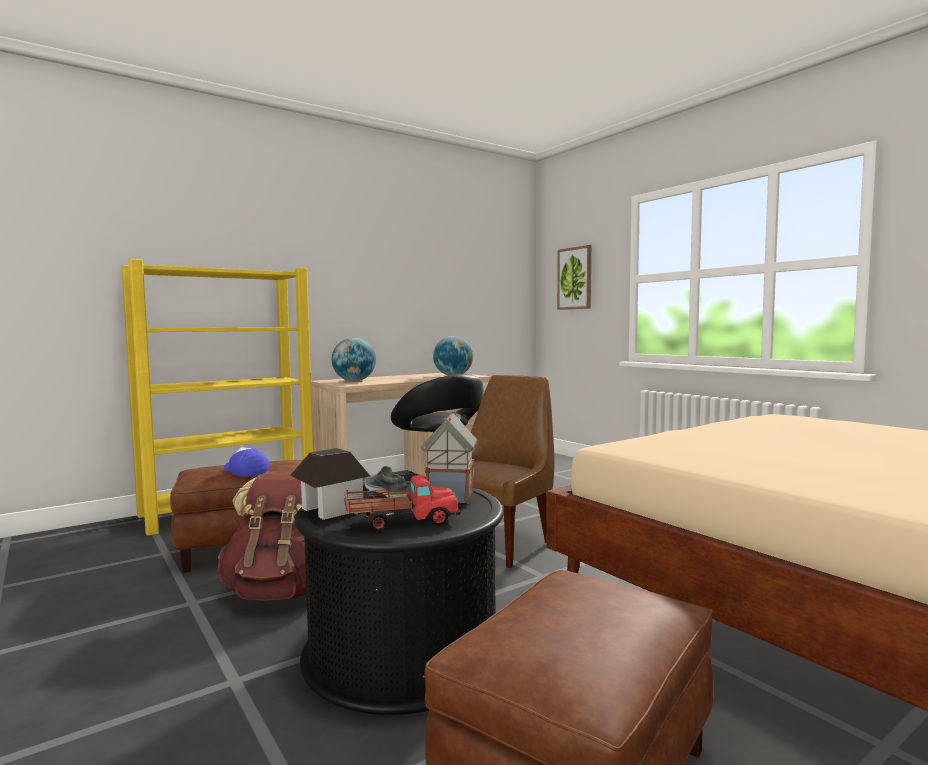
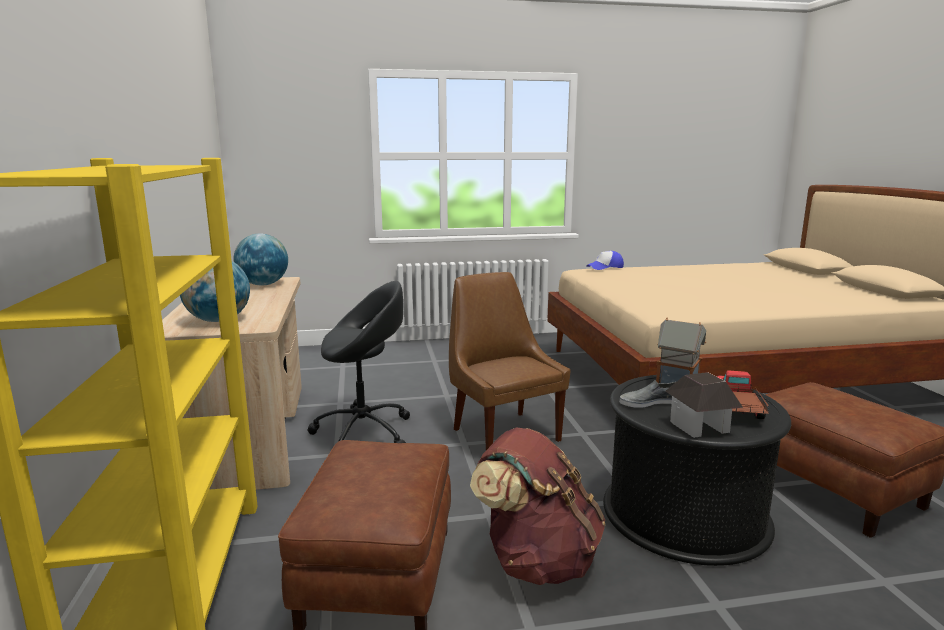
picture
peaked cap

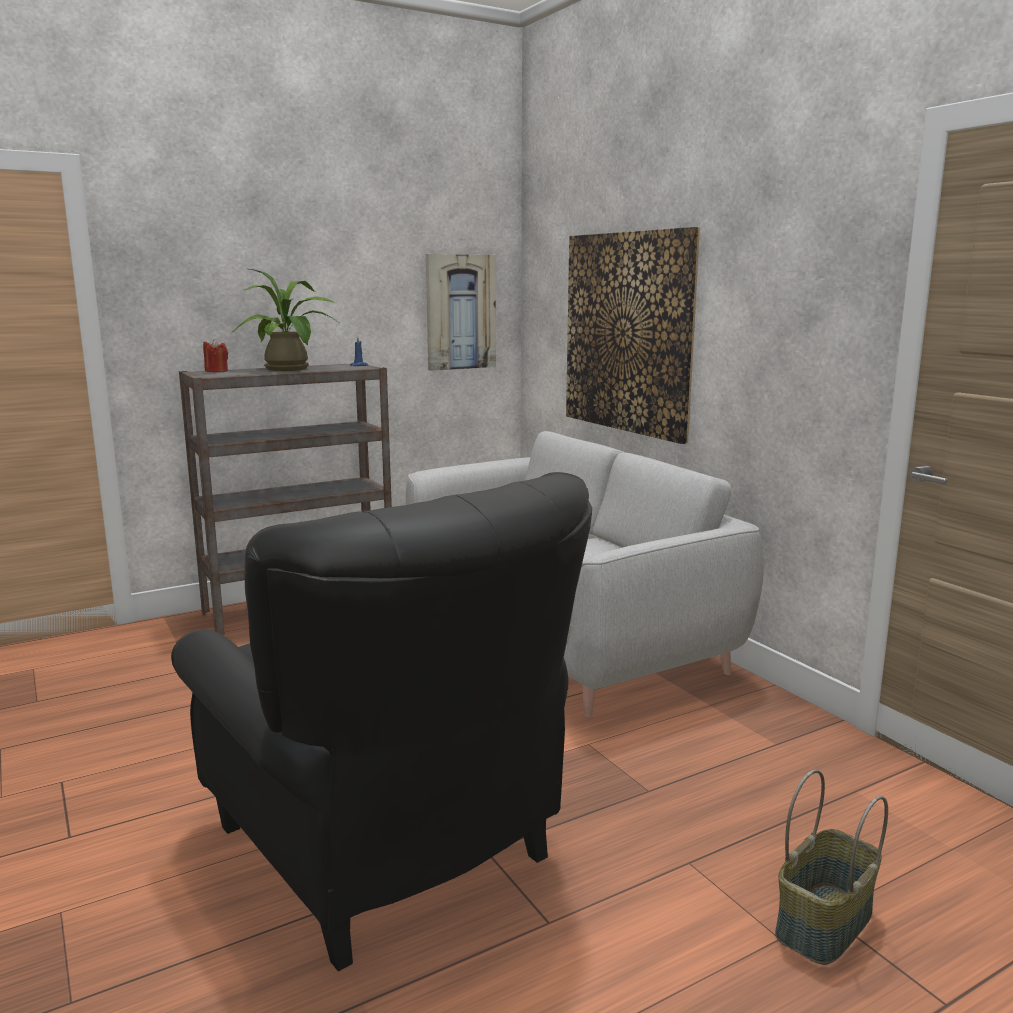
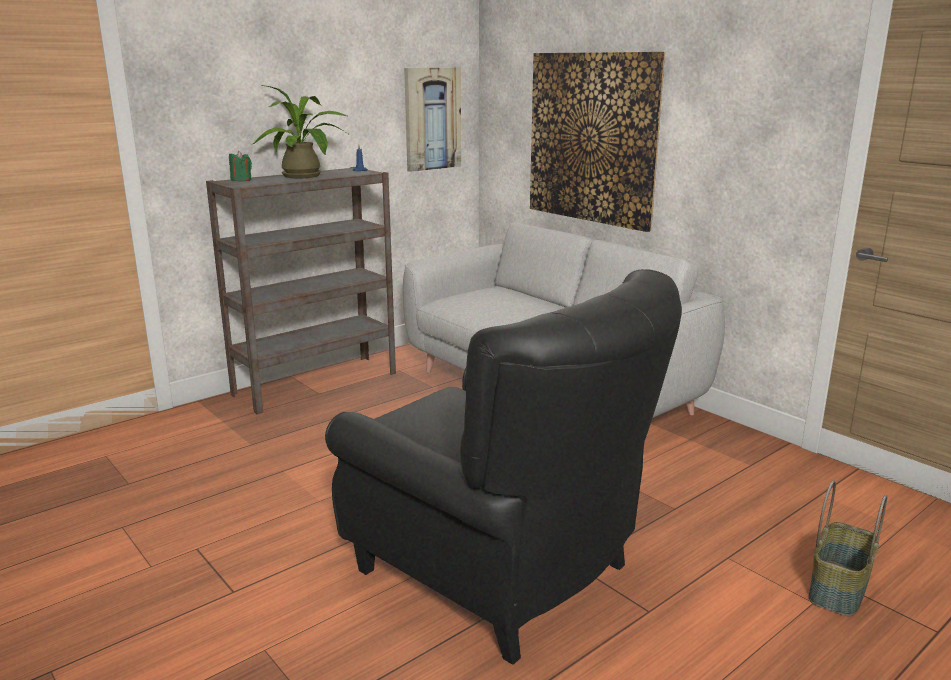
green-coloured candle

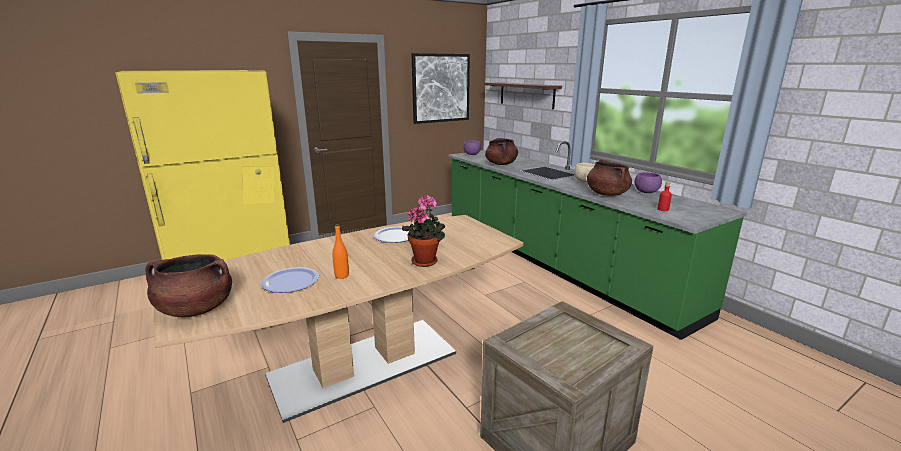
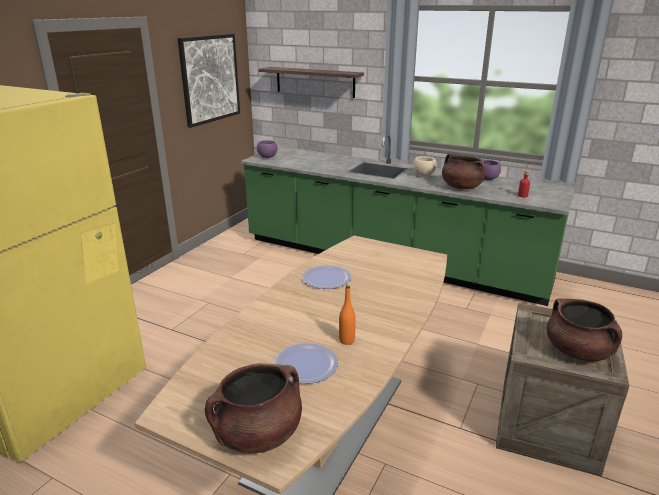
brownish cooking pot (no. 3 from left)
houseplant

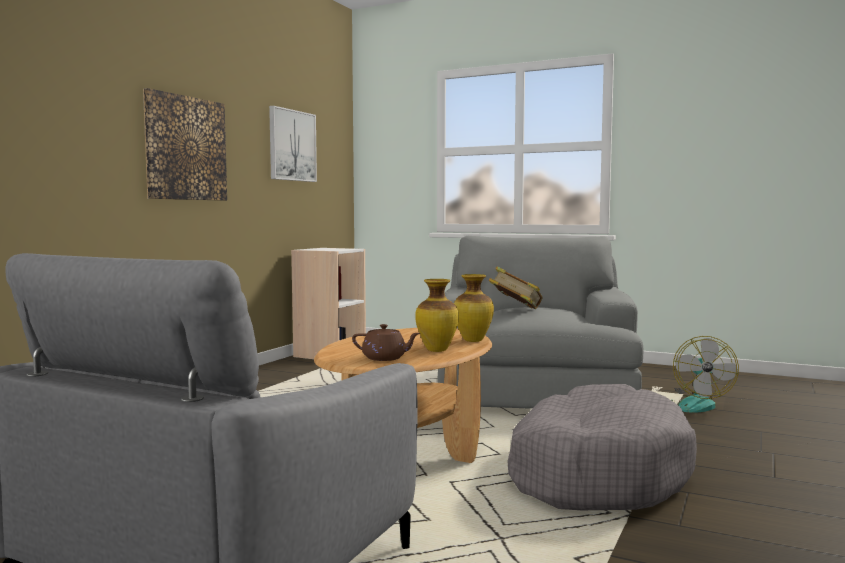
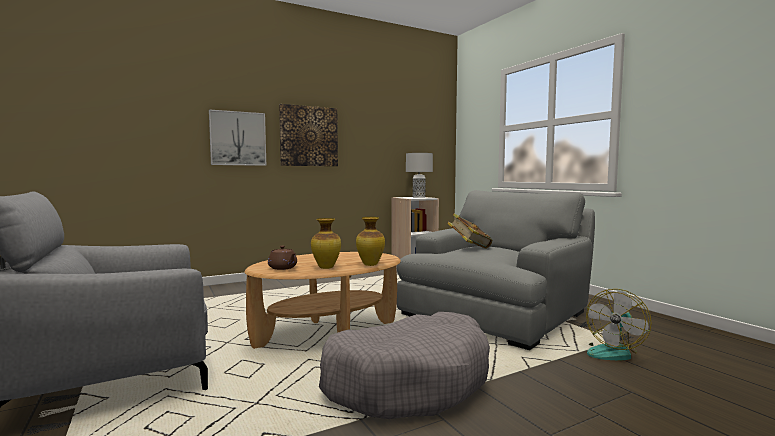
picture (no. 1 from left)
white-coloured table lamp

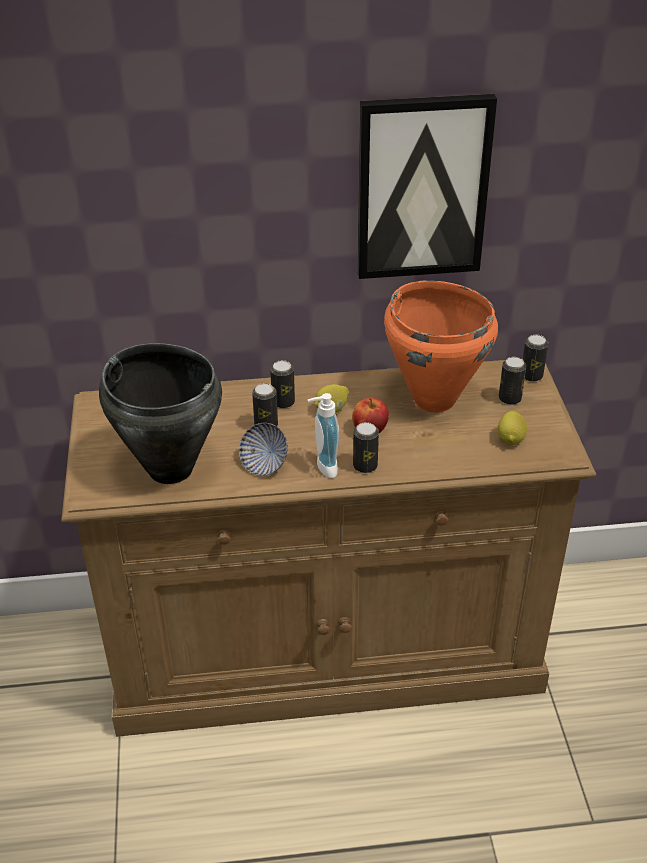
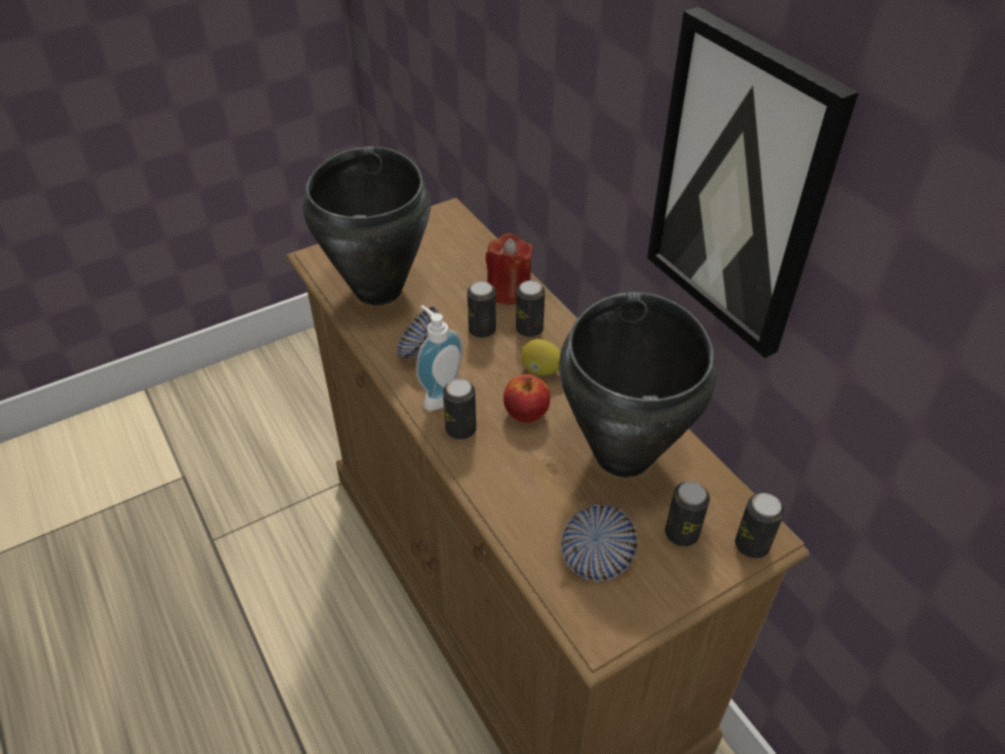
black cooking pot (no. 2 from left)
deep dish (no. 2 from left)
red candle

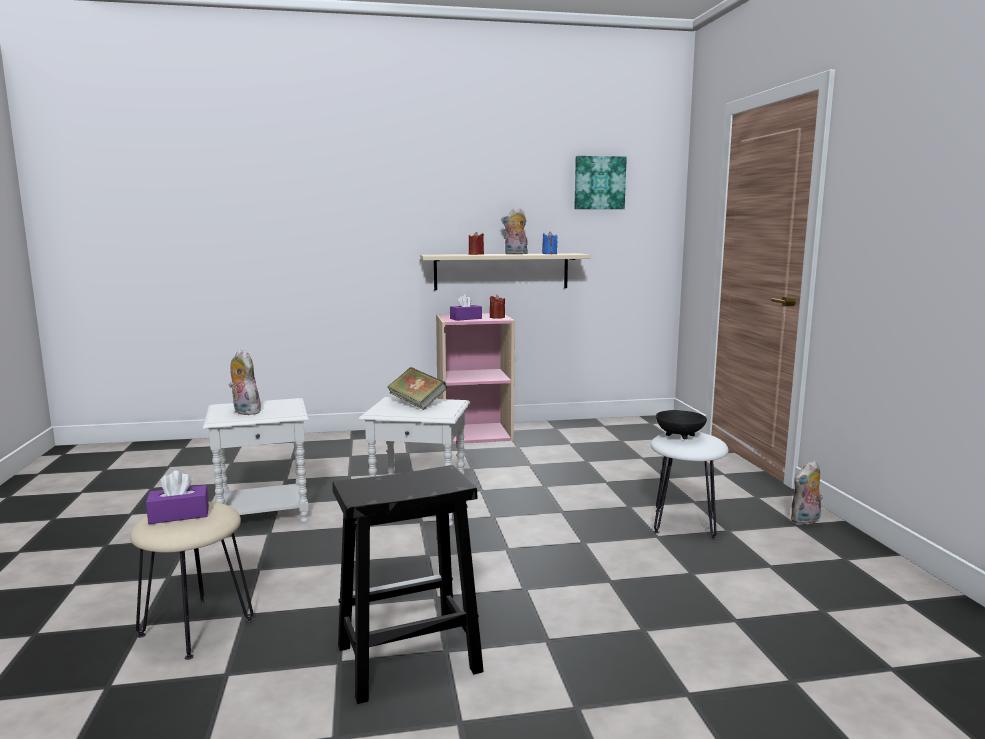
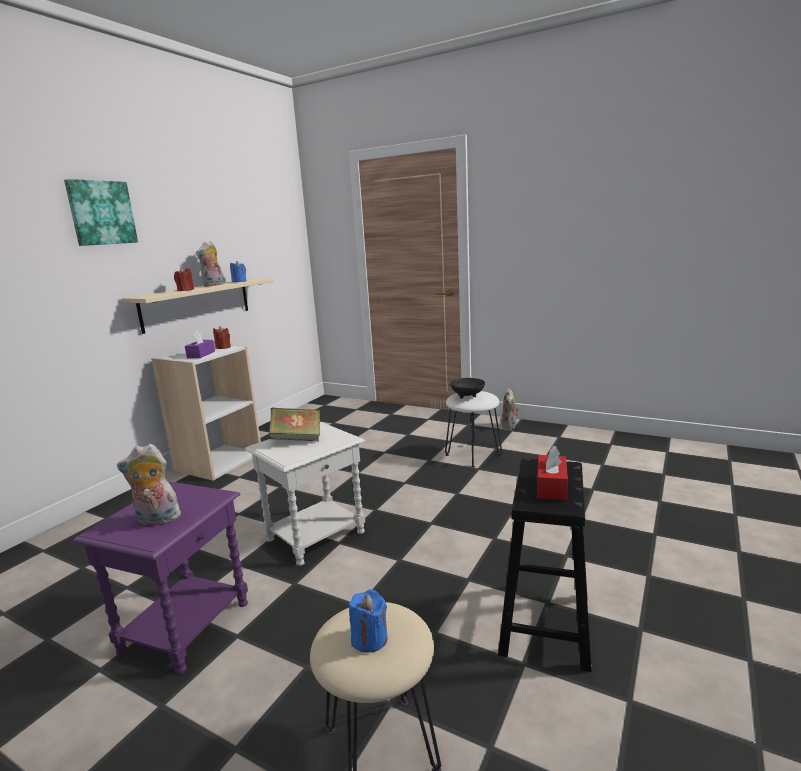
picture
white-coloured bookshelf
purple accent table
bluish candle (no. 2 from left)
red tissue box

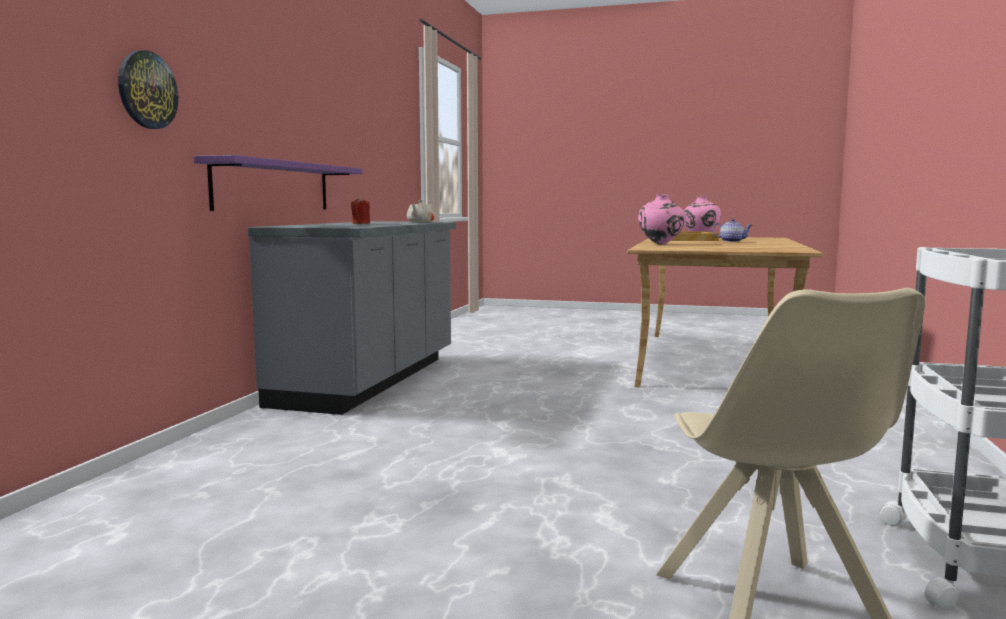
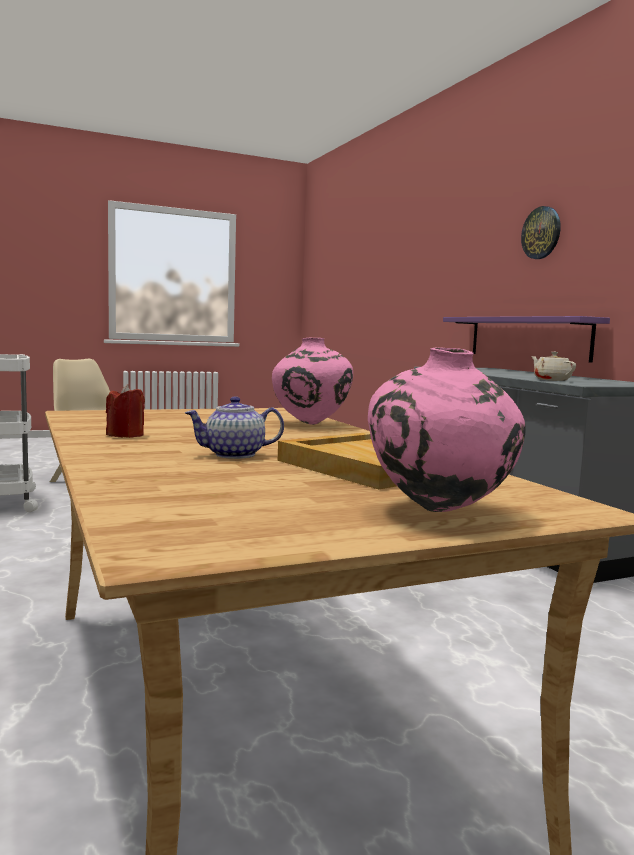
hanging clock
red candle

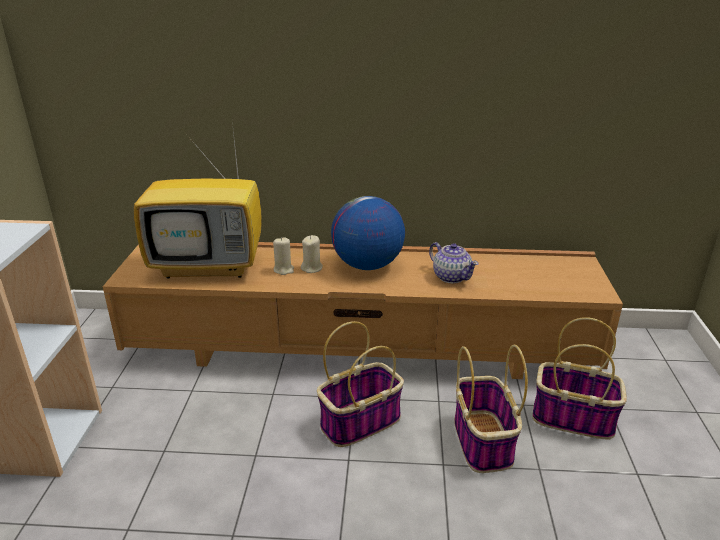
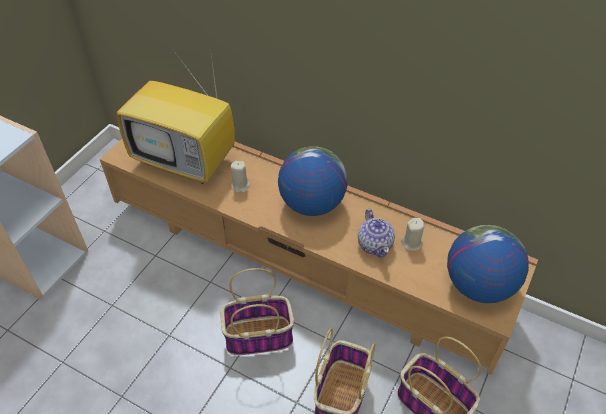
beige-coloured candle (no. 2 from left)
globe (no. 2 from left)

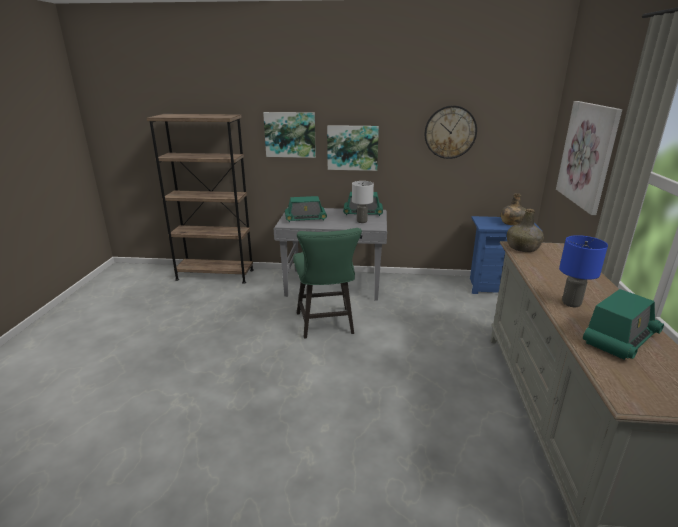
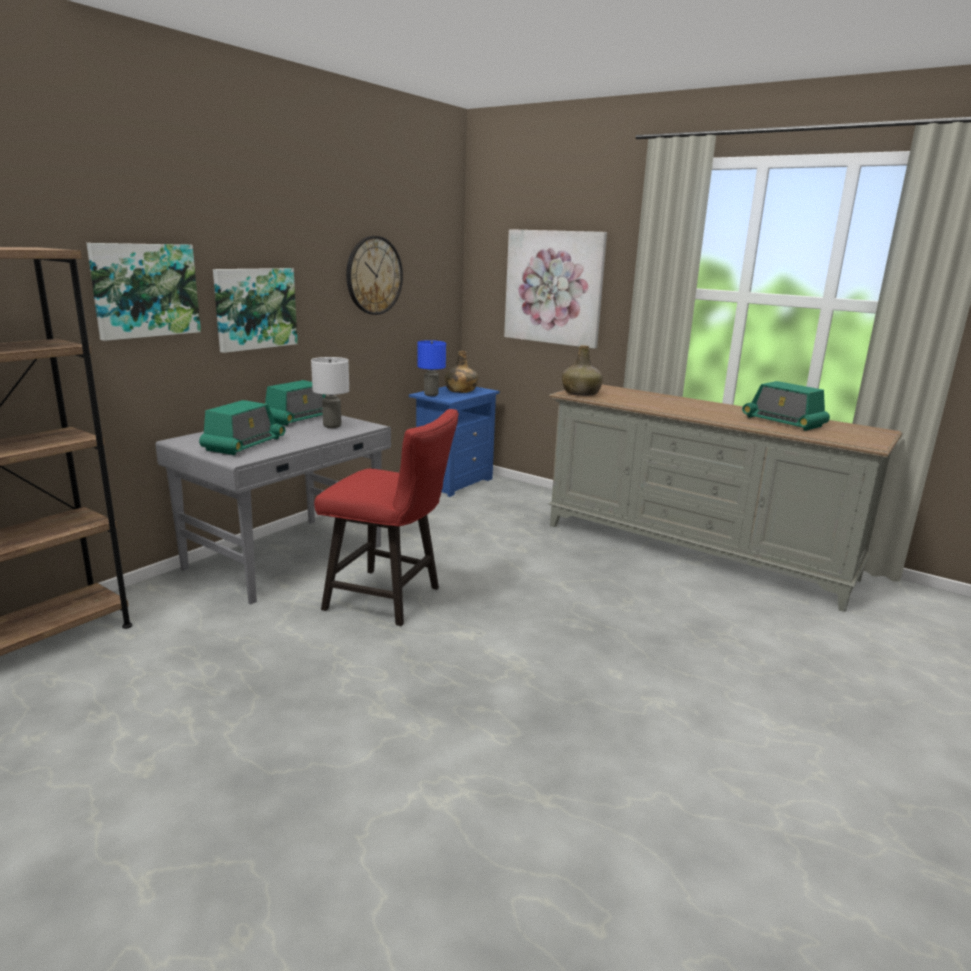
red chair
bluish table lamp
radio set (no. 3 from left)

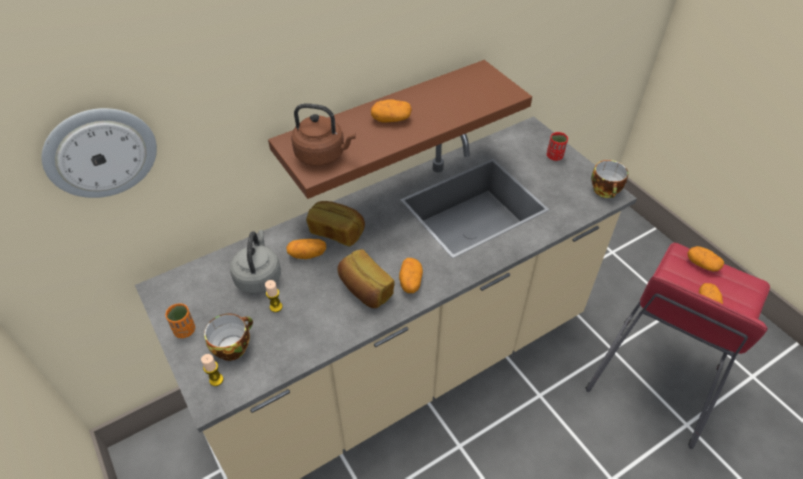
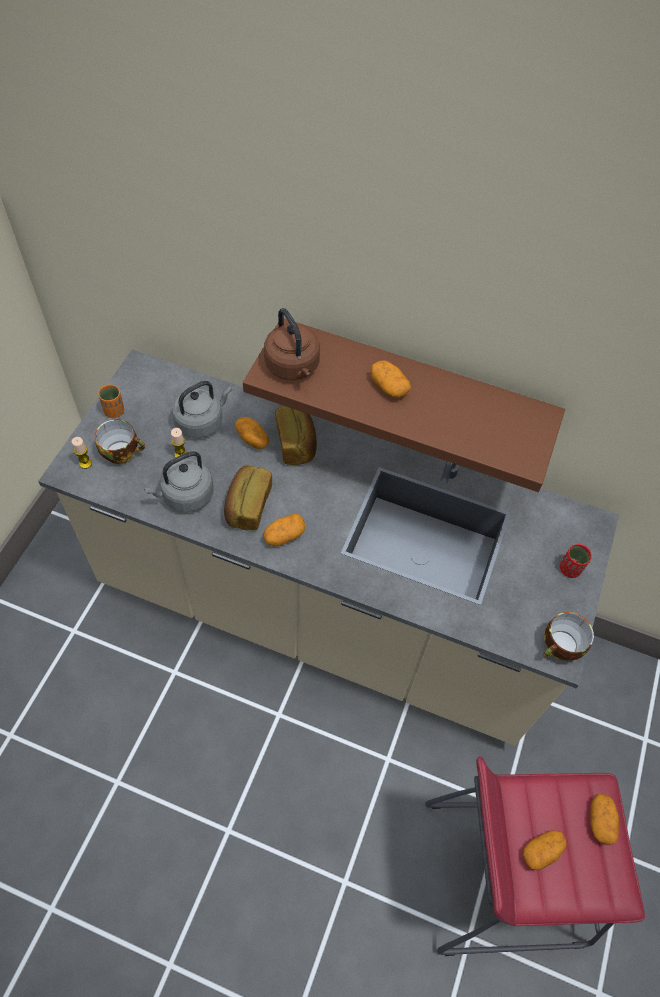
hanging clock
gray water kettle (no. 1 from left)

